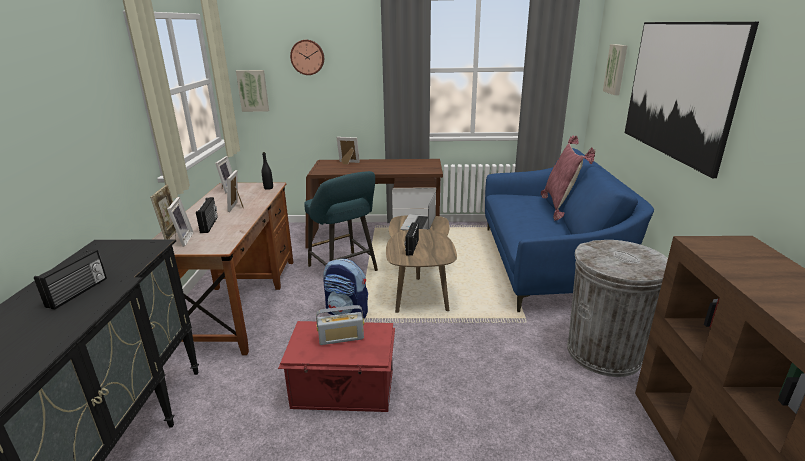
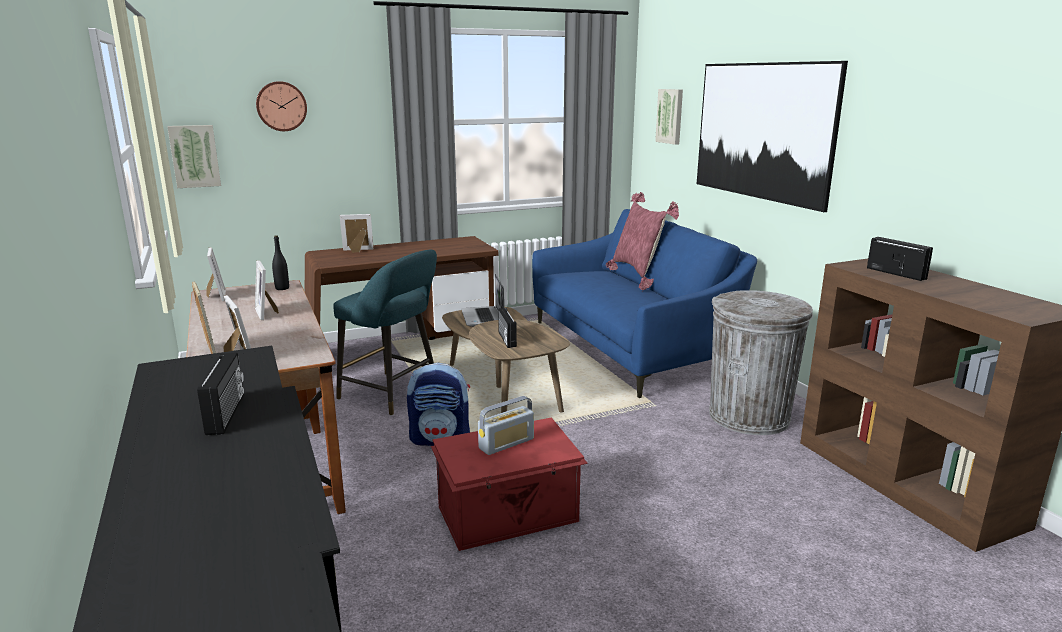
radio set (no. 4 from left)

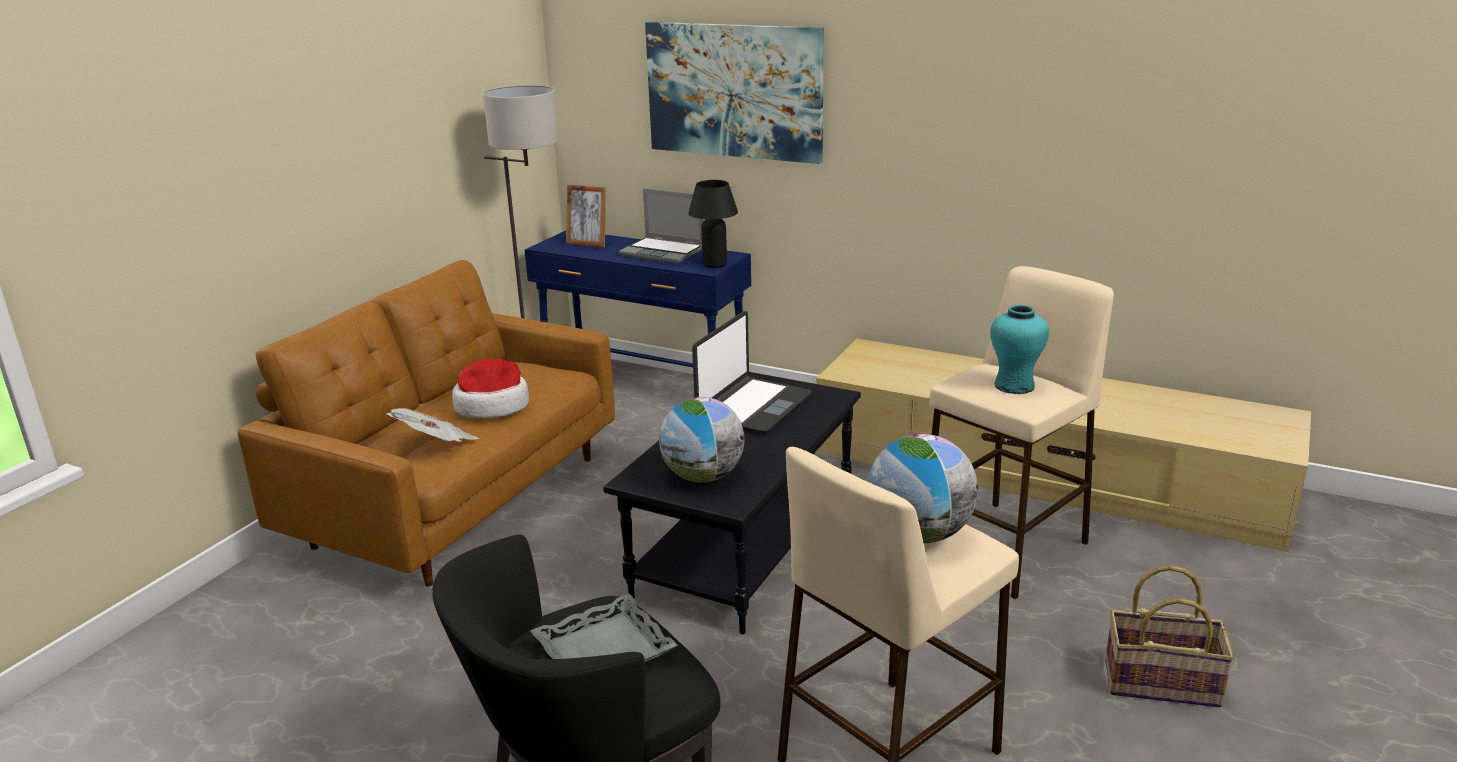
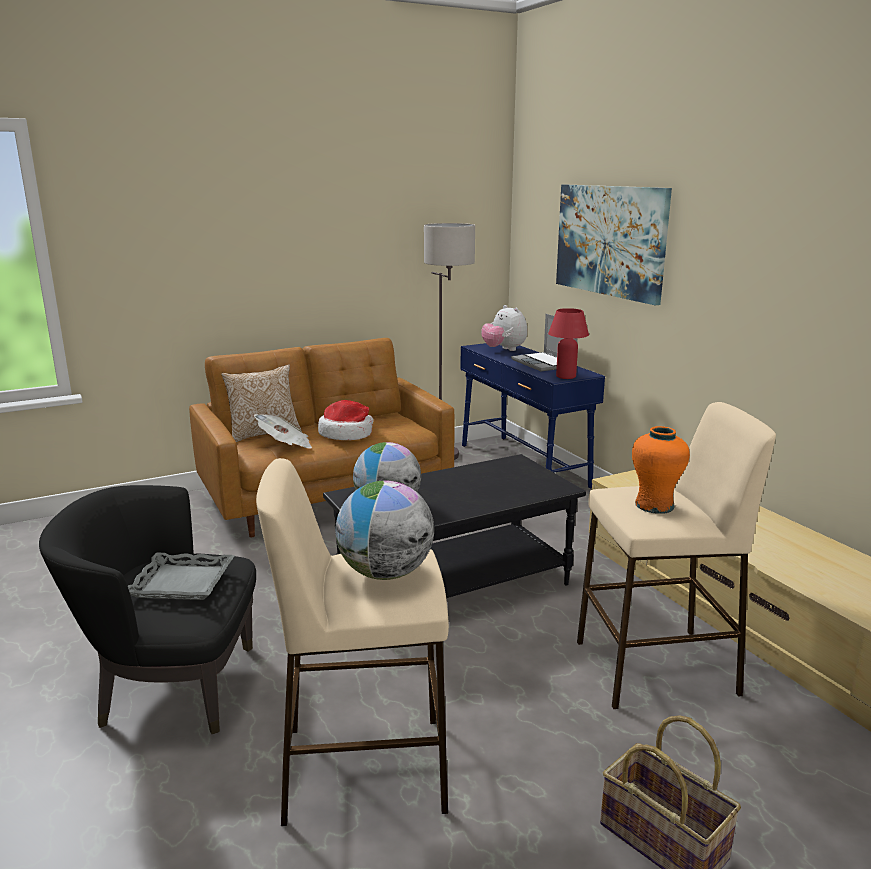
red table lamp
cuddly toy
orangey decorative vase
laptop (no. 2 from left in the first image)
cushion

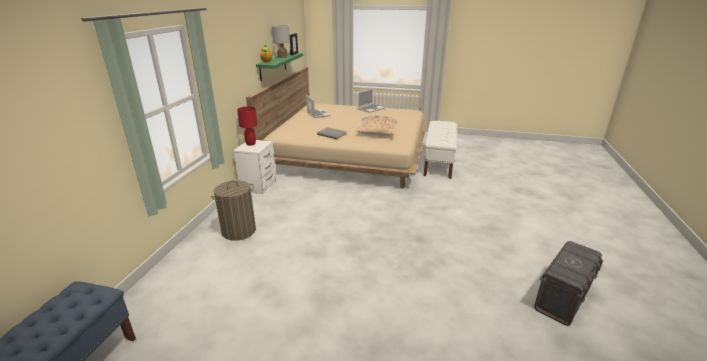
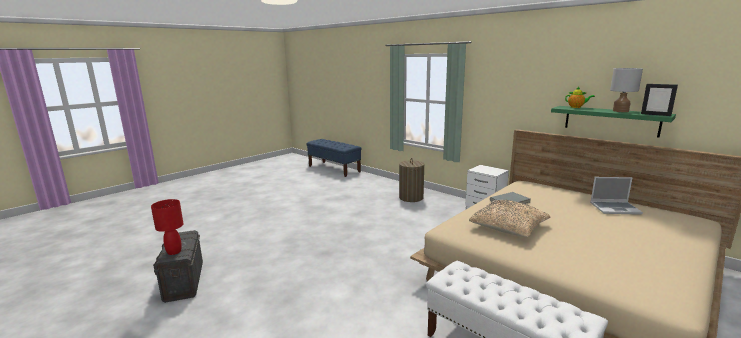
laptop (no. 2 from left in the first image)
red table lamp

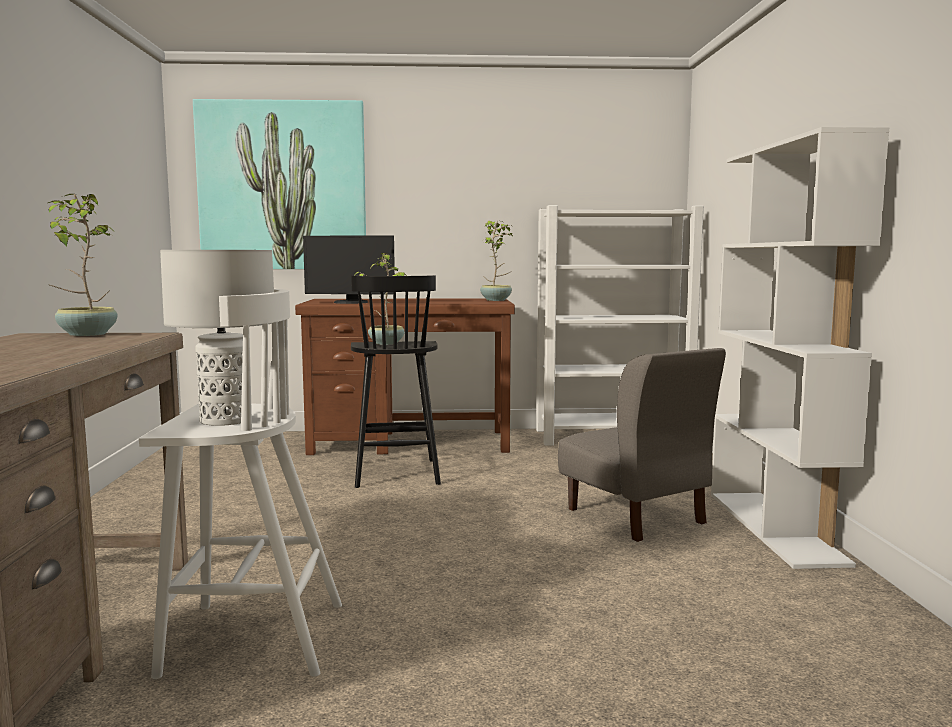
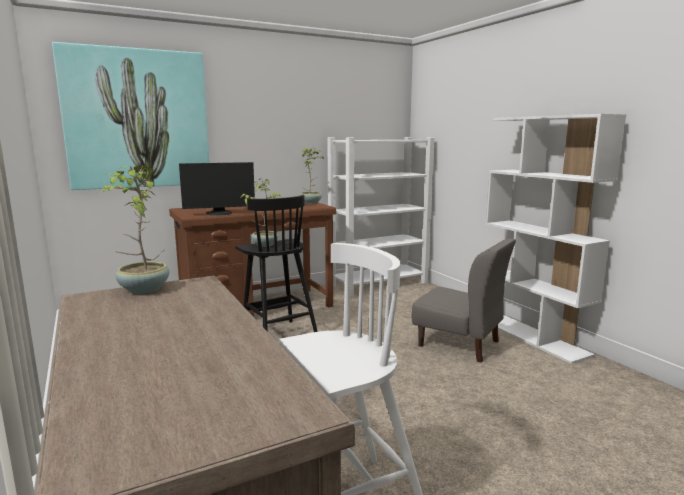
white-coloured table lamp

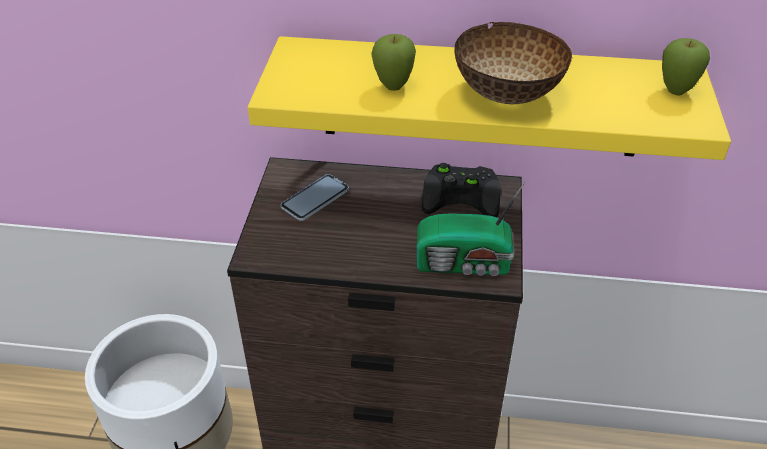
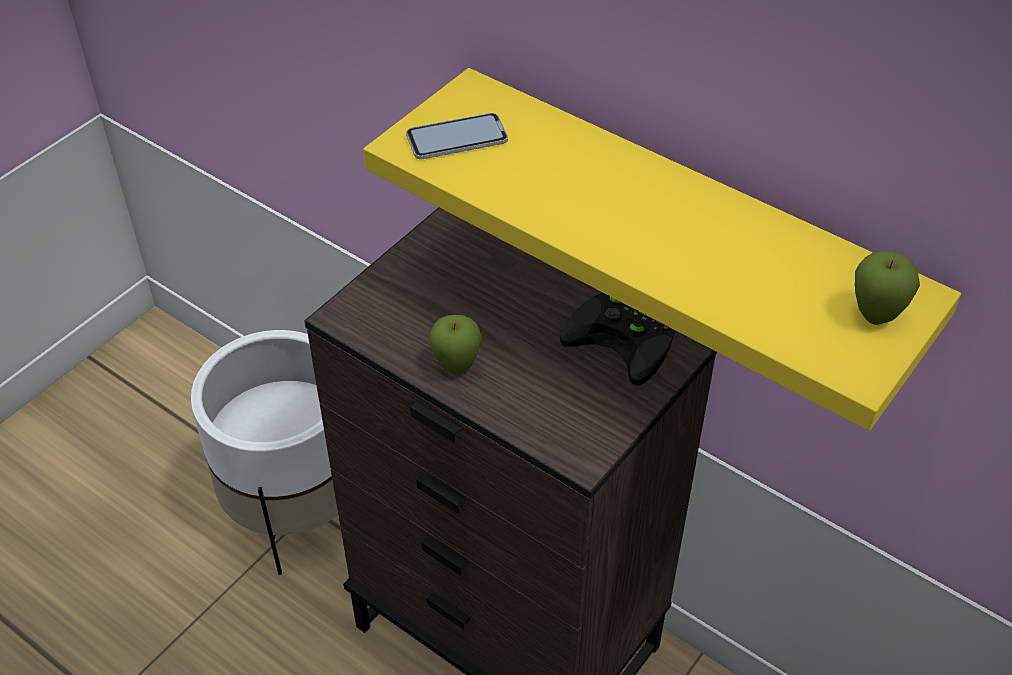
deep dish
apple fruit (no. 1 from left)
telephone
radio set

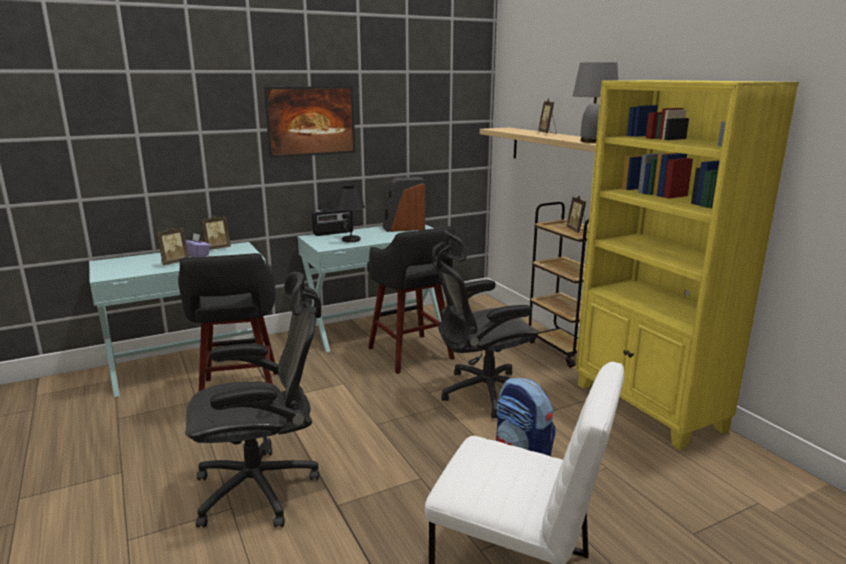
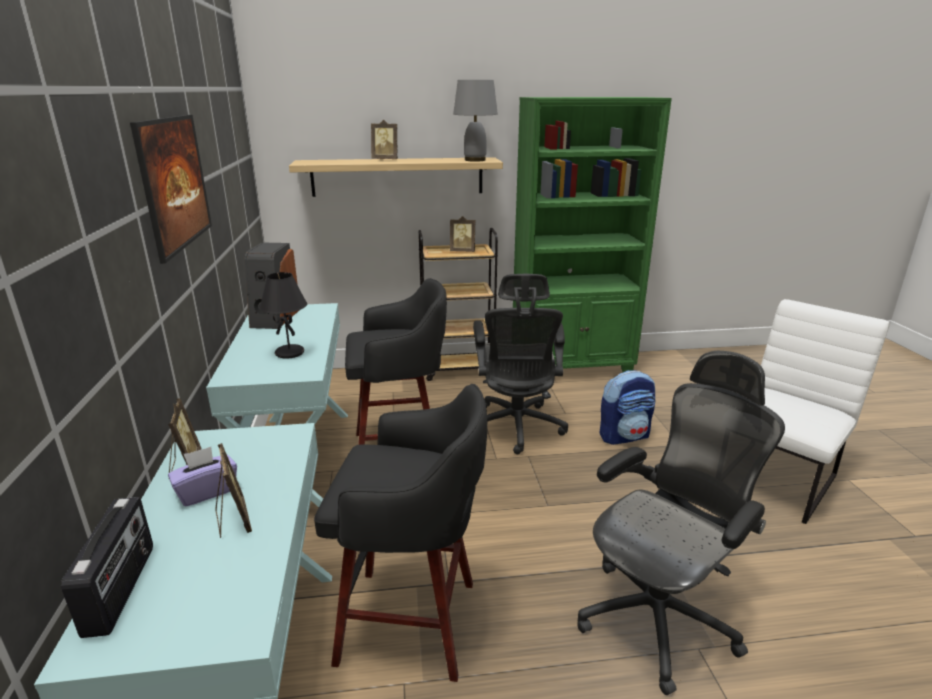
green-coloured bookshelf
radio set
desk chair (no. 2 from left)

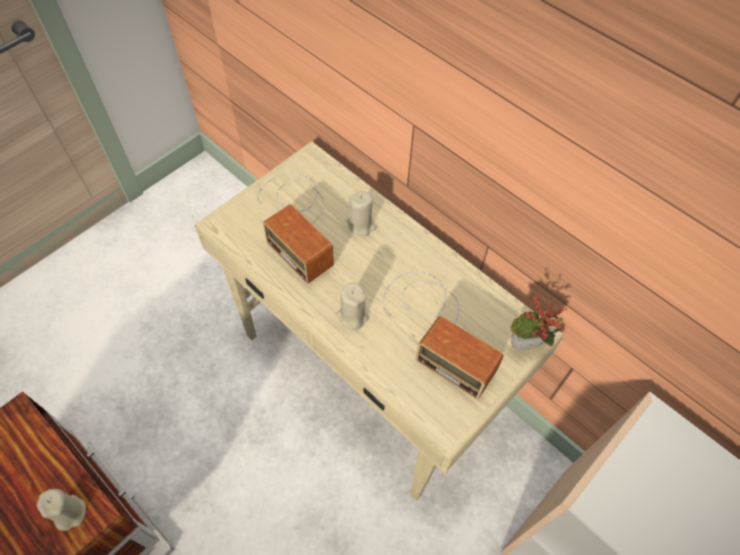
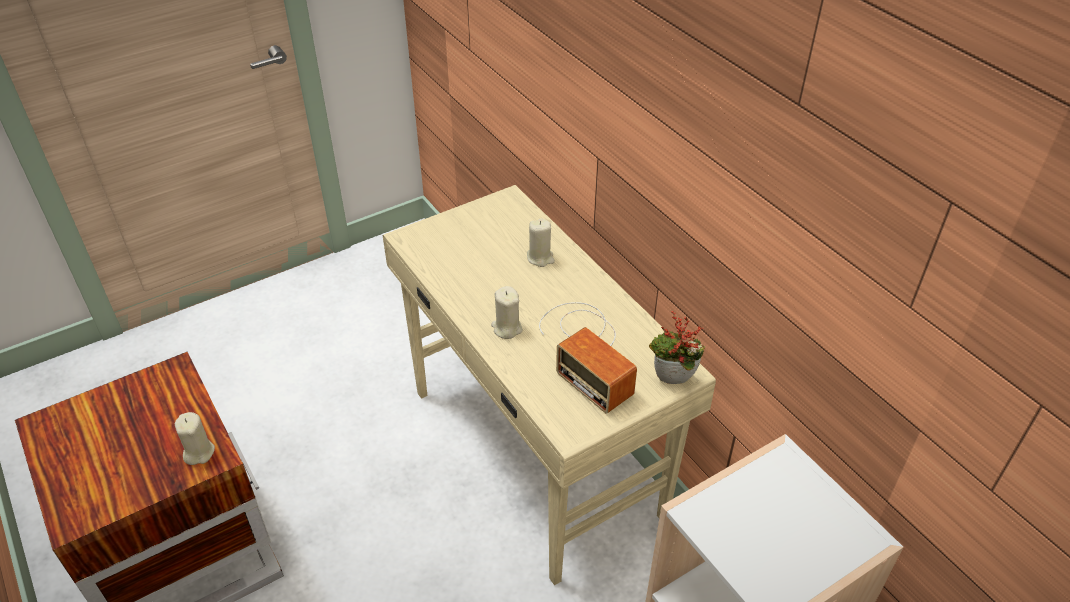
radio set (no. 1 from left in the first image)

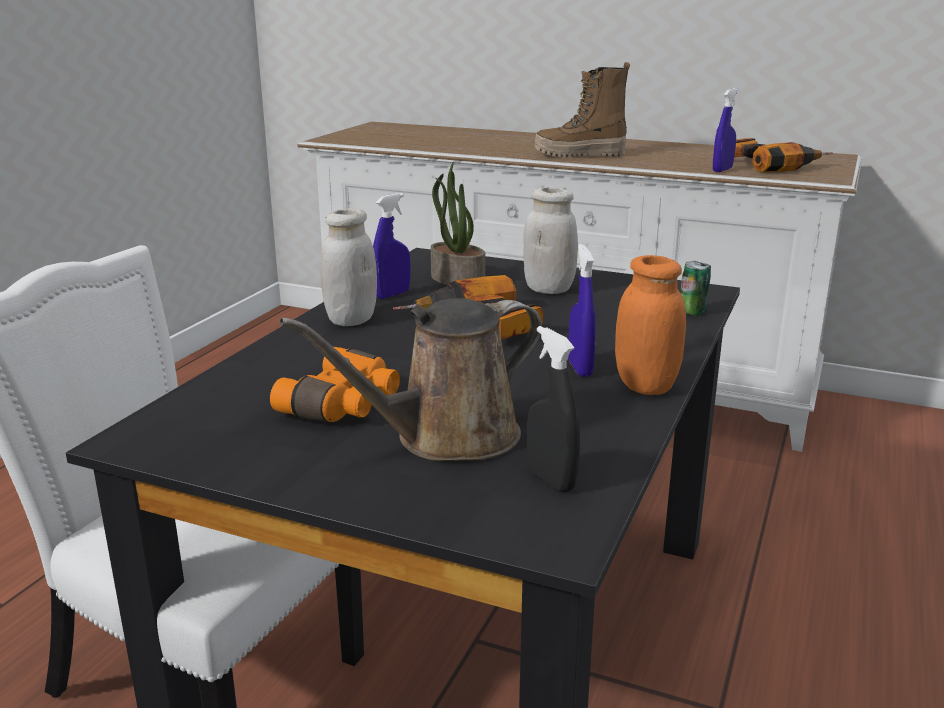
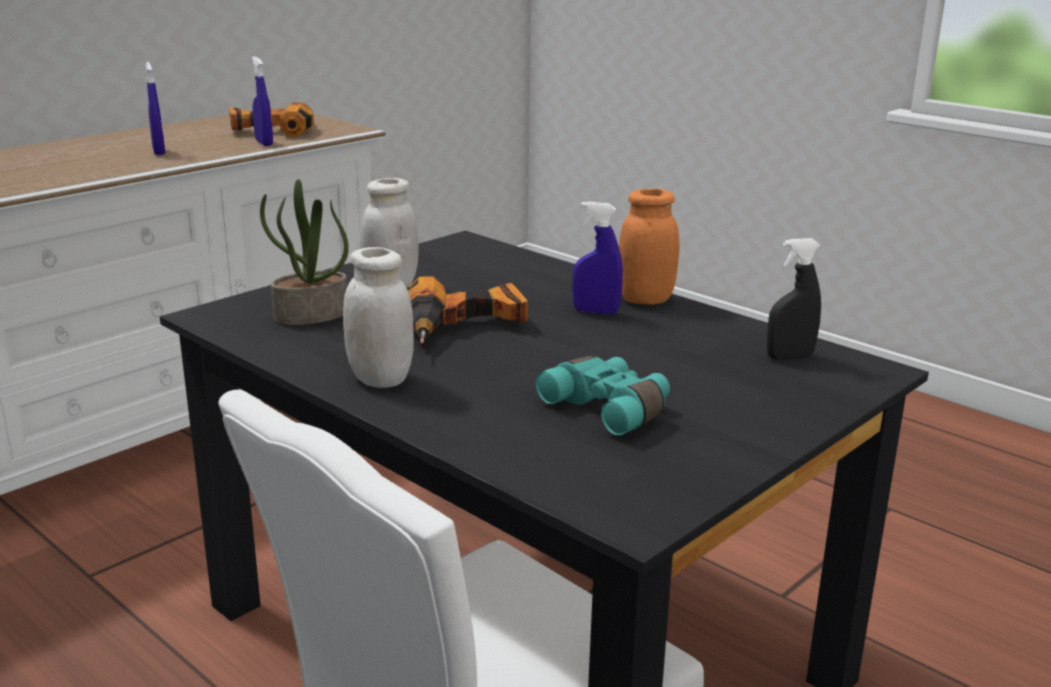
tall boot
bluish hand sprayer (no. 1 from left)
can
brownish watering pot
blue-green field glasses

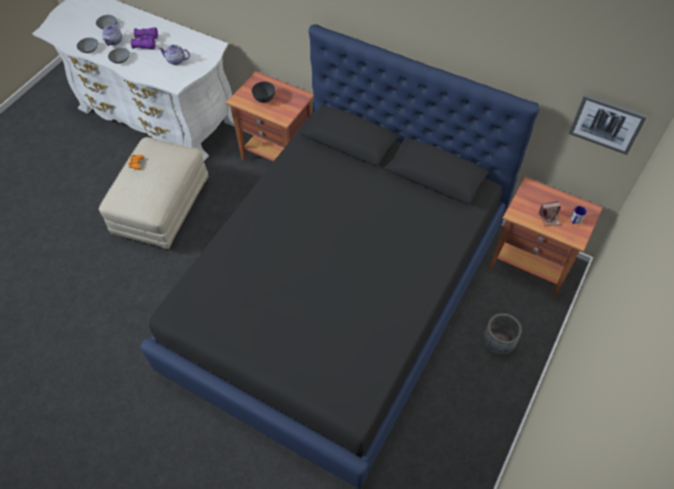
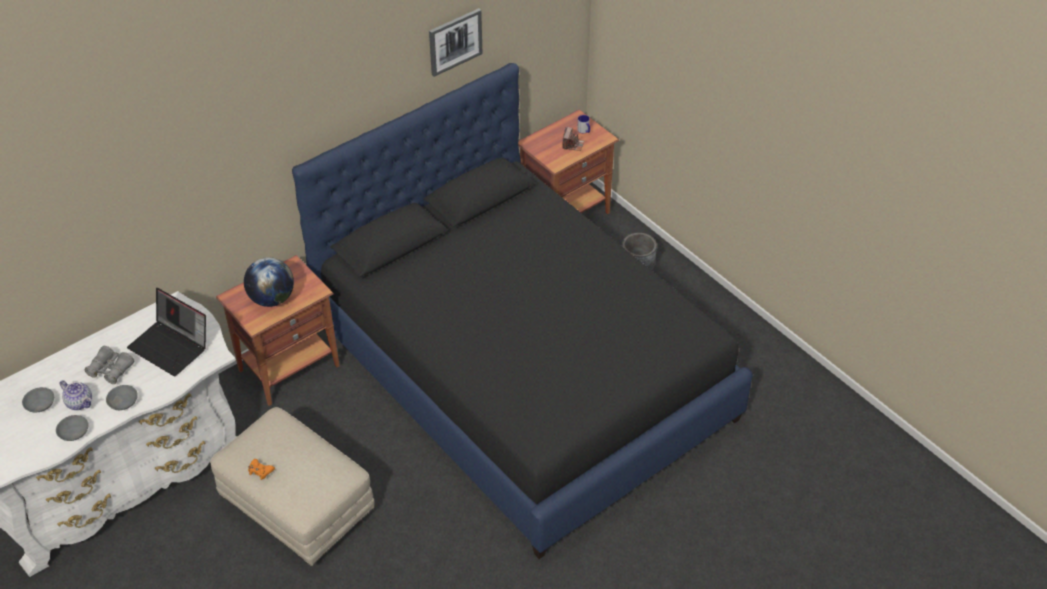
gray field glasses
laptop
globe
picture

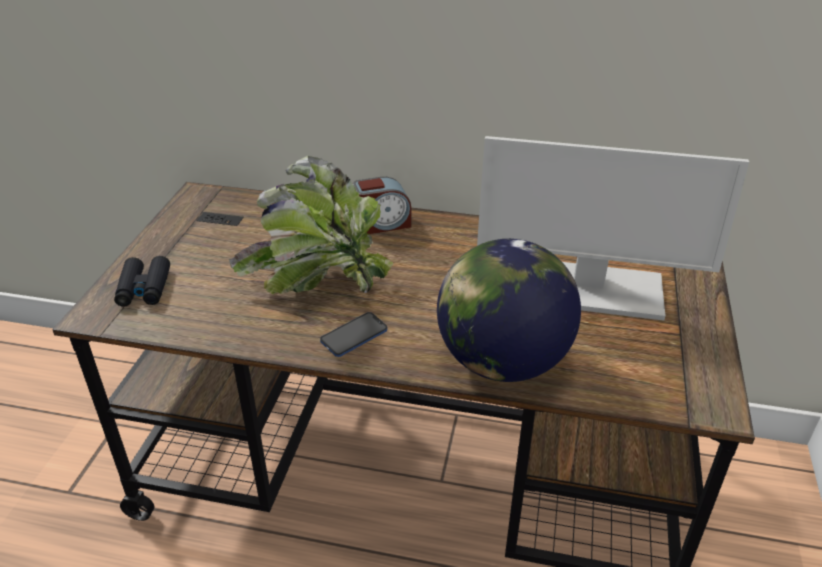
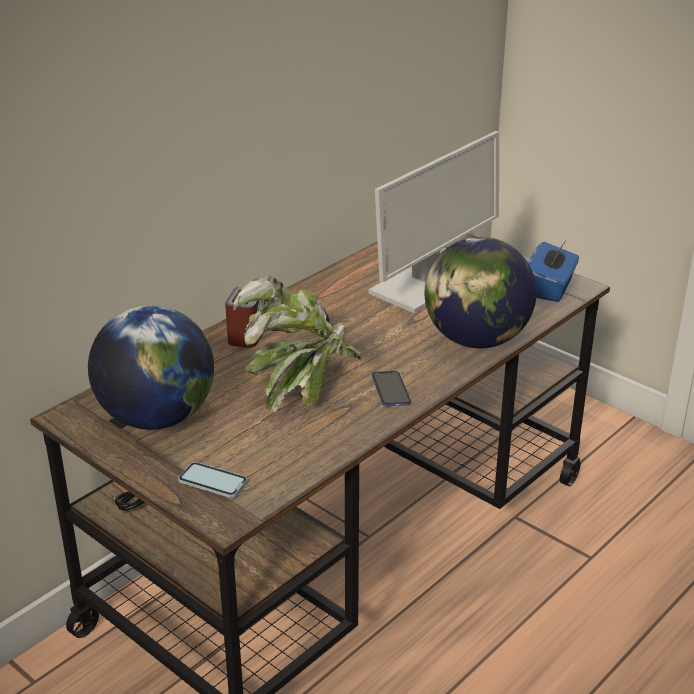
telephone (no. 1 from left)
bluish tissue box
globe (no. 1 from left)

